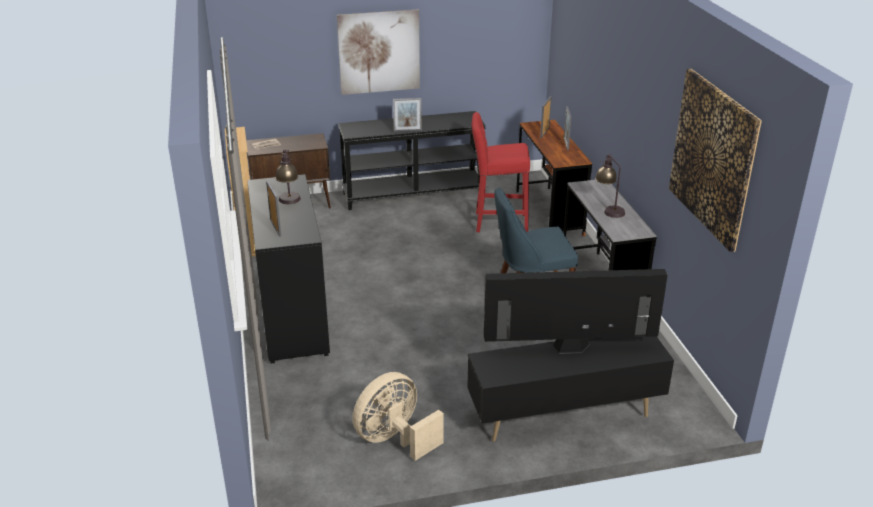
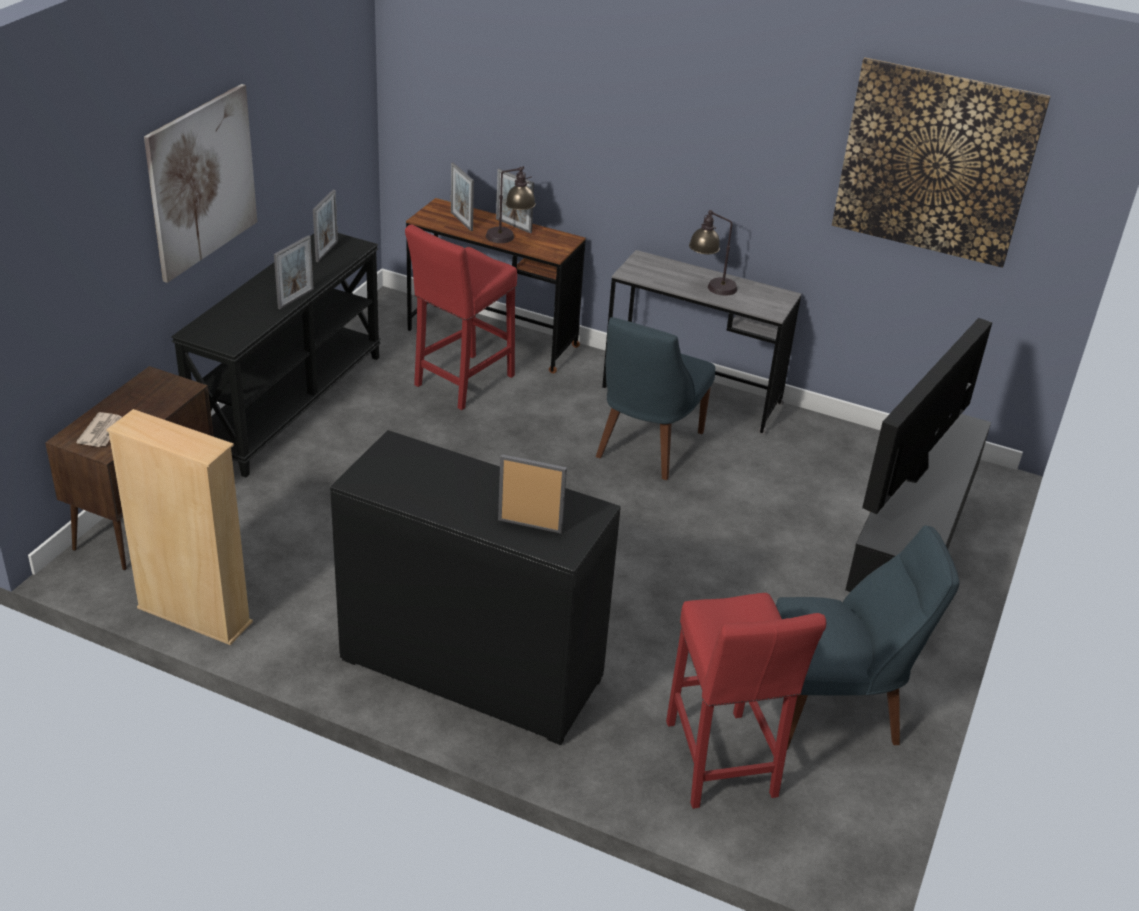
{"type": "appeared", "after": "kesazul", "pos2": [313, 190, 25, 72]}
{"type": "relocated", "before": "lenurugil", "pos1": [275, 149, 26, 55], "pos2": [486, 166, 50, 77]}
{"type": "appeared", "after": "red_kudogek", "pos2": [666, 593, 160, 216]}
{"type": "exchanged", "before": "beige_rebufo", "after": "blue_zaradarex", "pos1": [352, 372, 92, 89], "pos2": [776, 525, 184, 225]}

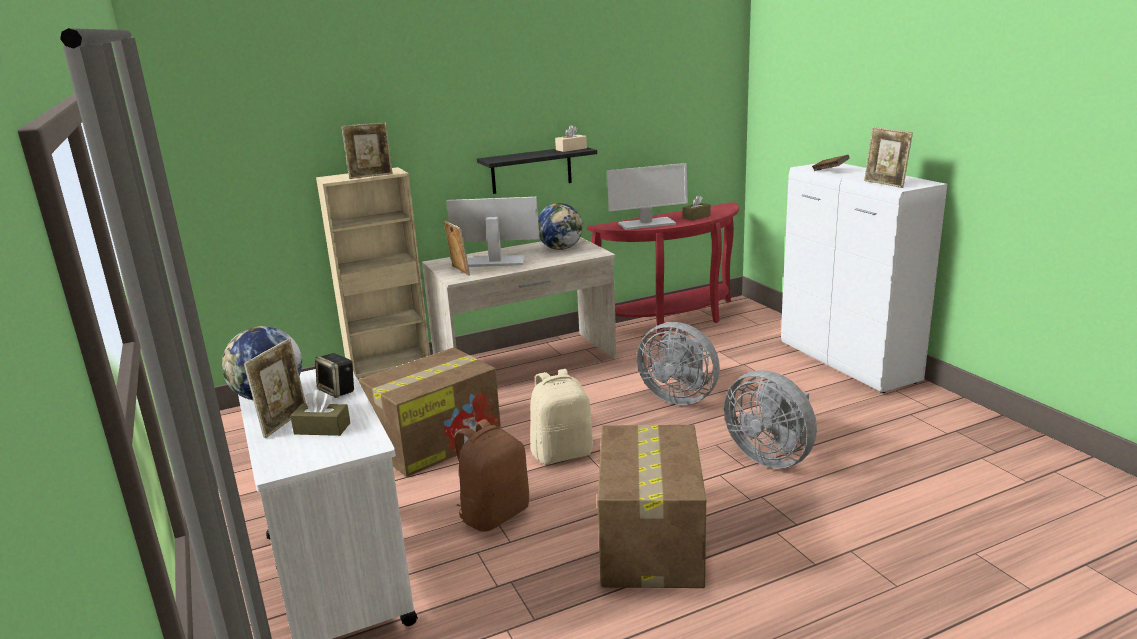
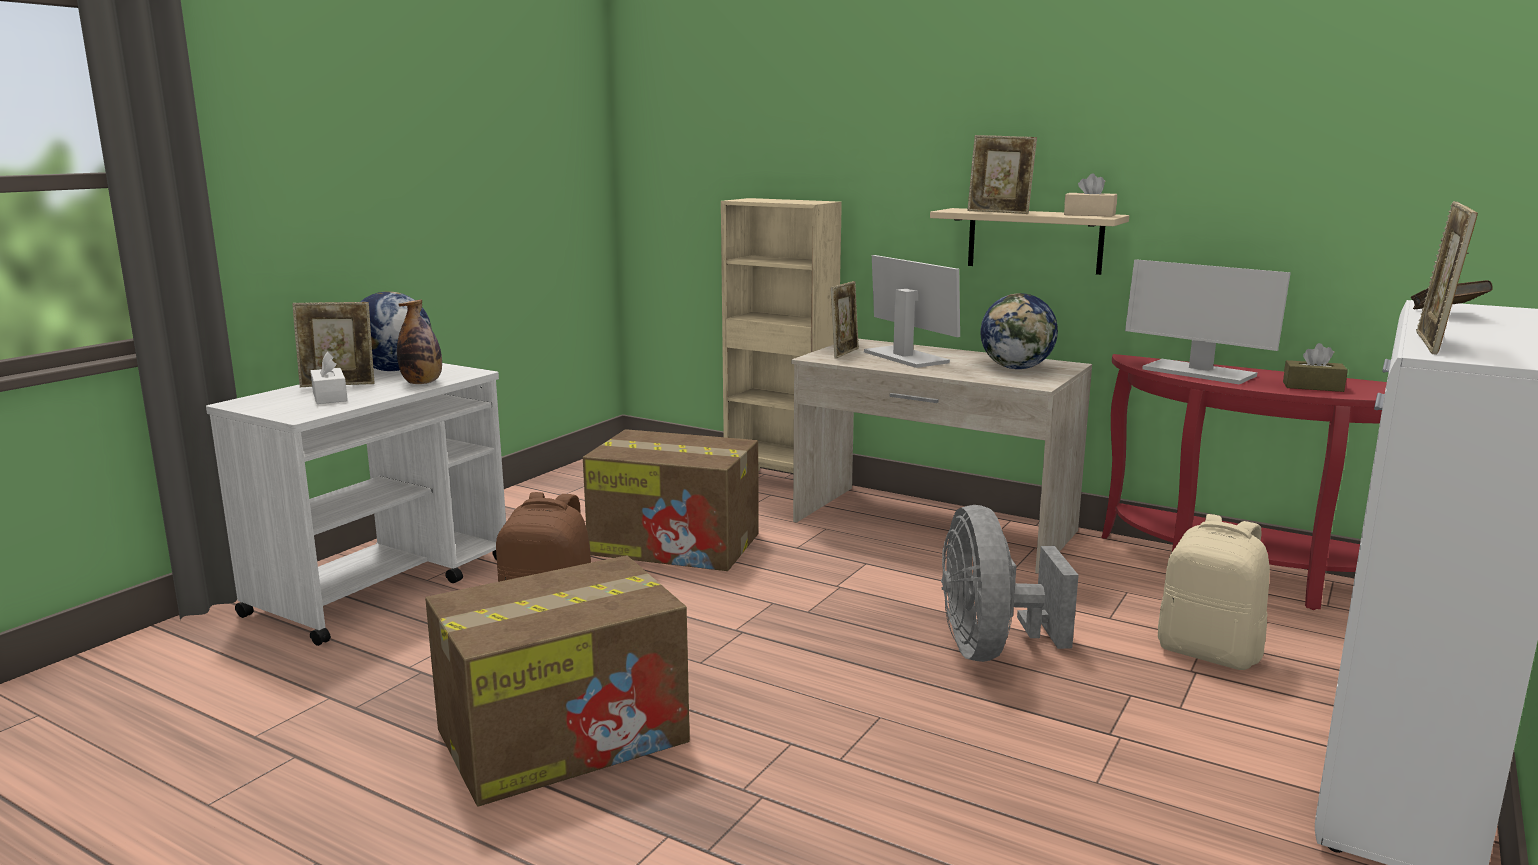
{"type": "colour", "before": "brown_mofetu", "after": "white_mofetu", "pos1": [290, 390, 60, 46], "pos2": [310, 352, 38, 52]}
{"type": "exchanged", "before": "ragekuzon", "after": "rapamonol", "pos1": [315, 353, 39, 45], "pos2": [397, 299, 45, 85]}
{"type": "colour", "before": "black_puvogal", "after": "beige_puvogal", "pos1": [477, 147, 120, 47], "pos2": [930, 208, 199, 67]}
{"type": "relocated", "before": "kesazul", "pos1": [342, 122, 51, 57], "pos2": [967, 135, 70, 79]}
{"type": "relocated", "before": "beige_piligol", "pos1": [530, 369, 63, 95], "pos2": [1158, 514, 112, 156]}
{"type": "missing", "before": "grey_rebufo", "pos1": [724, 370, 93, 99]}

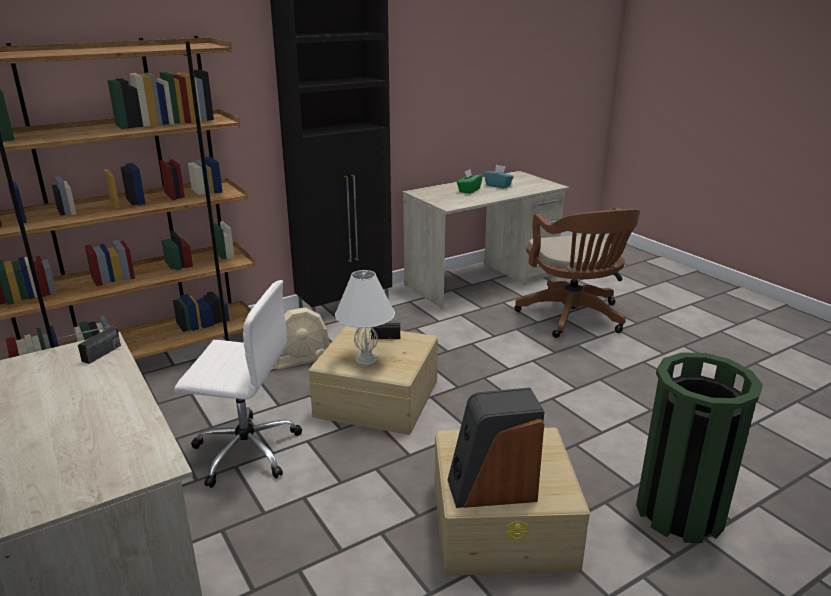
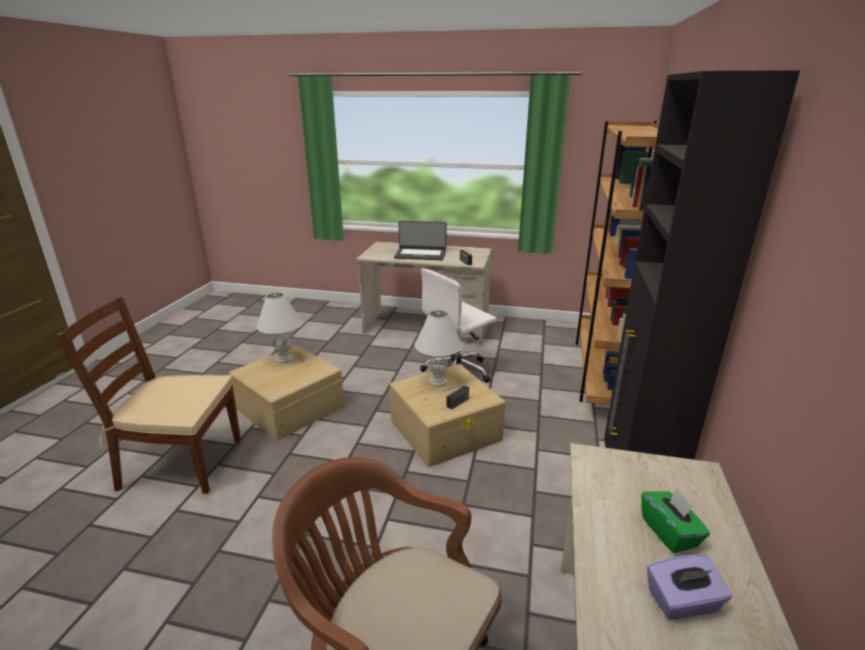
{"type": "exchanged", "before": "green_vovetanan", "after": "brown_zaradarex", "pos1": [636, 353, 127, 190], "pos2": [56, 297, 185, 197]}
{"type": "exchanged", "before": "ragekuzon", "after": "white_lenurugil", "pos1": [448, 387, 96, 121], "pos2": [256, 292, 46, 71]}
{"type": "appeared", "after": "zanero", "pos2": [394, 221, 53, 39]}
{"type": "colour", "before": "turquoise_mofetu", "after": "purple_mofetu", "pos1": [484, 165, 30, 24], "pos2": [647, 554, 85, 66]}
{"type": "missing", "before": "beige_rebufo", "pos1": [274, 308, 56, 61]}

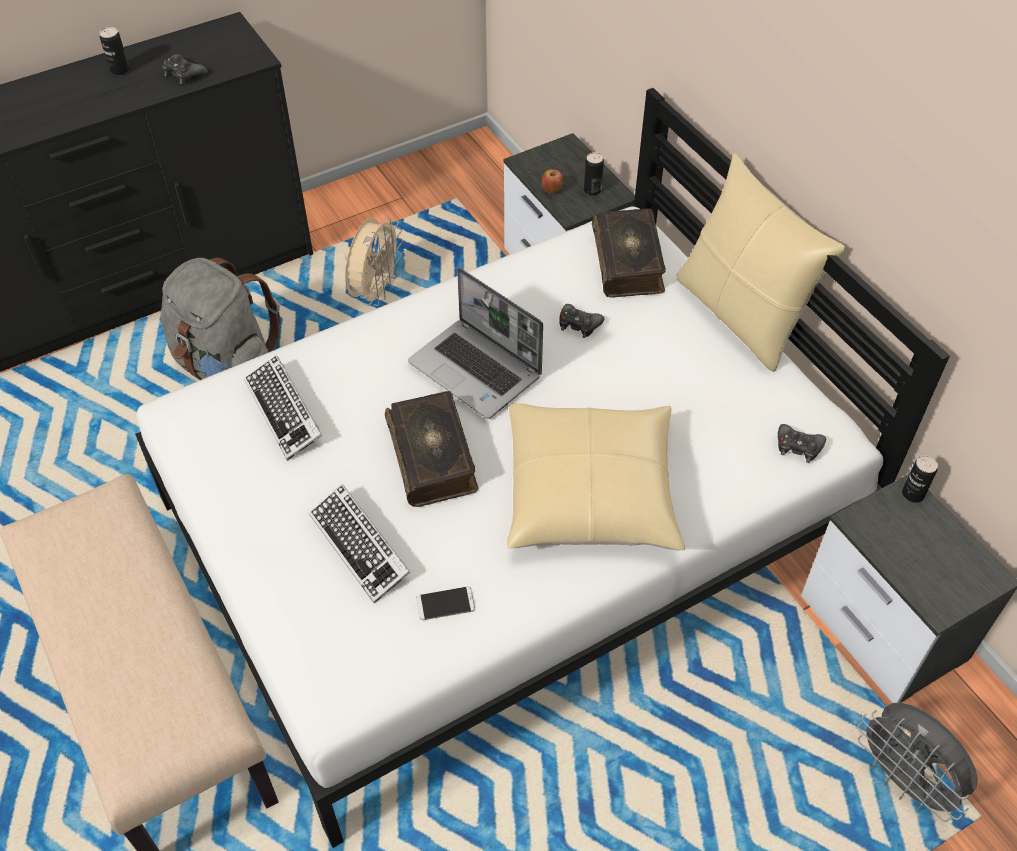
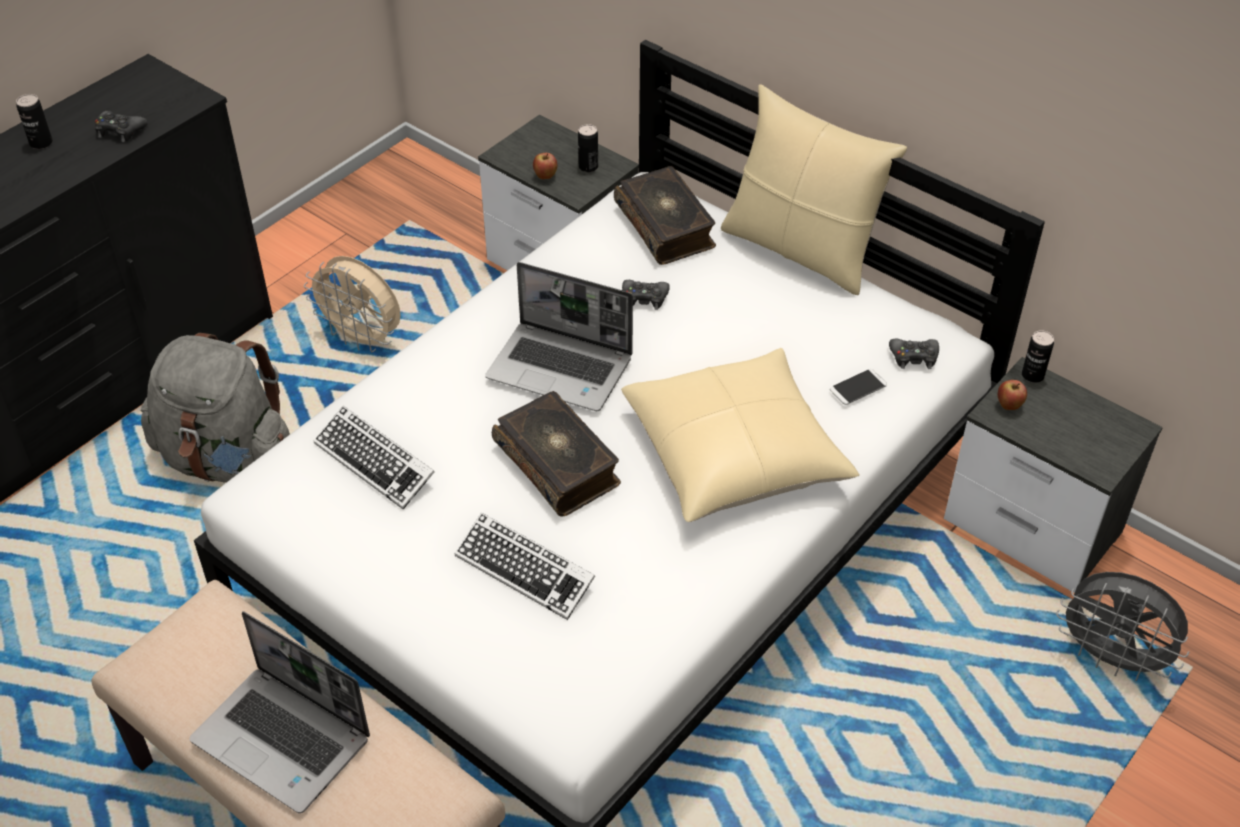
{"type": "appeared", "after": "zanero", "pos2": [189, 611, 181, 202]}
{"type": "spun", "before": "beige_rebufo", "pos1": [344, 217, 59, 89], "pos2": [304, 256, 97, 97], "turn": 120}
{"type": "relocated", "before": "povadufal", "pos1": [416, 586, 59, 34], "pos2": [830, 369, 57, 36]}
{"type": "appeared", "after": "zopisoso", "pos2": [997, 380, 30, 30]}

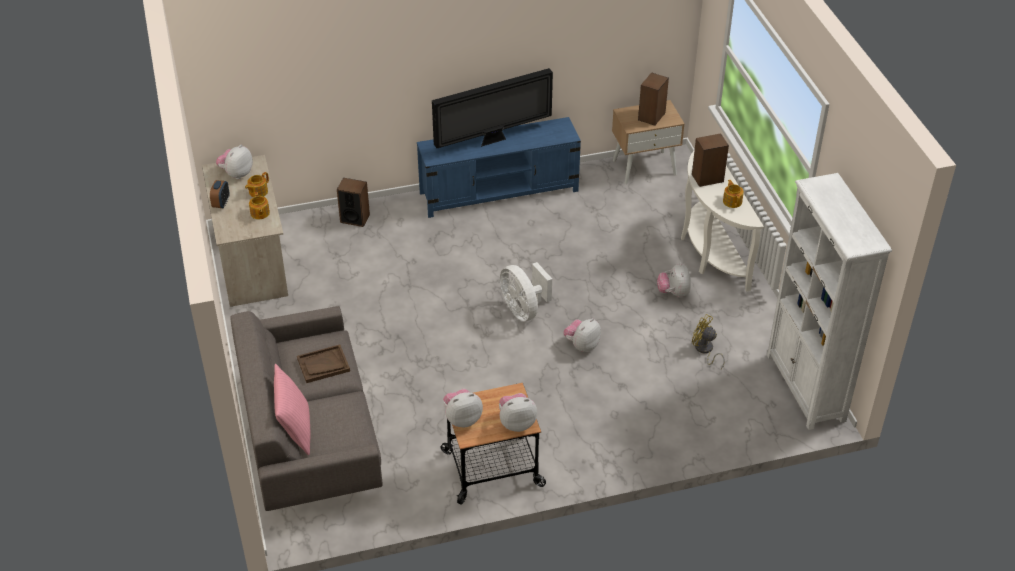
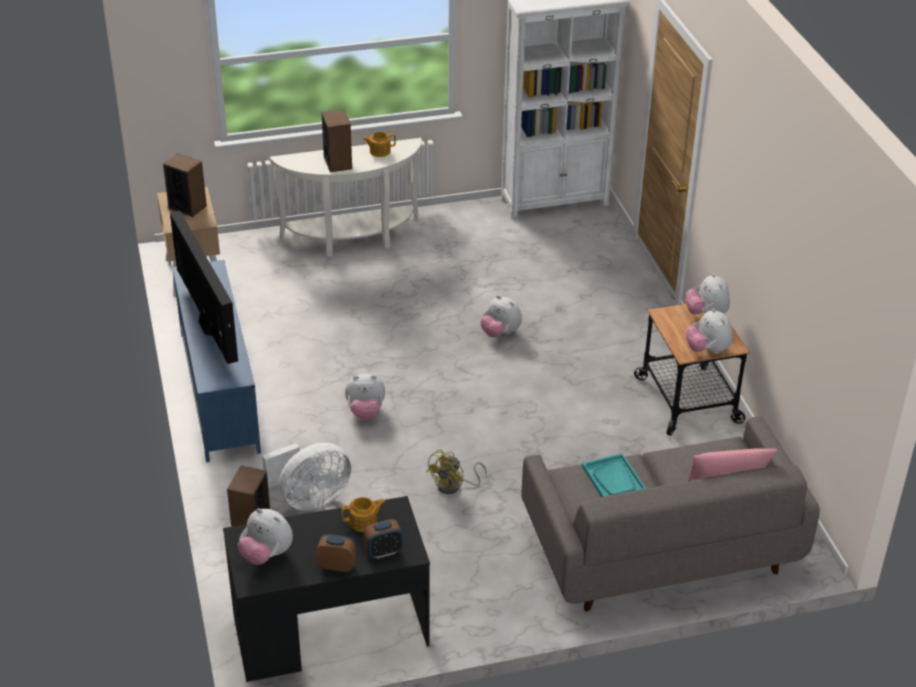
{"type": "colour", "before": "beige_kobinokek", "after": "black_kobinokek", "pos1": [202, 155, 86, 152], "pos2": [223, 496, 207, 186]}
{"type": "relocated", "before": "white_rebufo", "pos1": [500, 262, 52, 59], "pos2": [262, 443, 89, 67]}
{"type": "relocated", "before": "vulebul", "pos1": [657, 263, 34, 34], "pos2": [345, 374, 40, 46]}
{"type": "appeared", "after": "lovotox", "pos2": [363, 519, 40, 40]}
{"type": "relocated", "before": "yellow_rebufo", "pos1": [692, 314, 33, 55], "pos2": [426, 449, 61, 45]}
{"type": "colour", "before": "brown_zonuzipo", "after": "turquoise_zonuzipo", "pos1": [297, 344, 53, 39], "pos2": [582, 453, 64, 44]}
{"type": "missing", "before": "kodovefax", "pos1": [245, 172, 24, 25]}

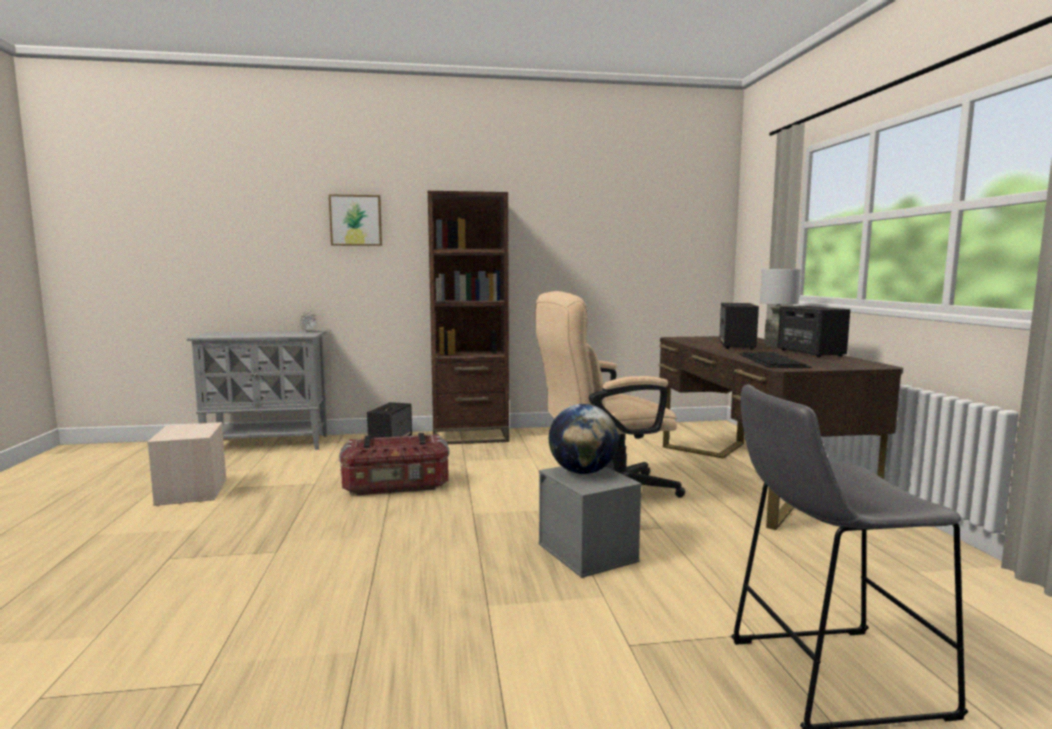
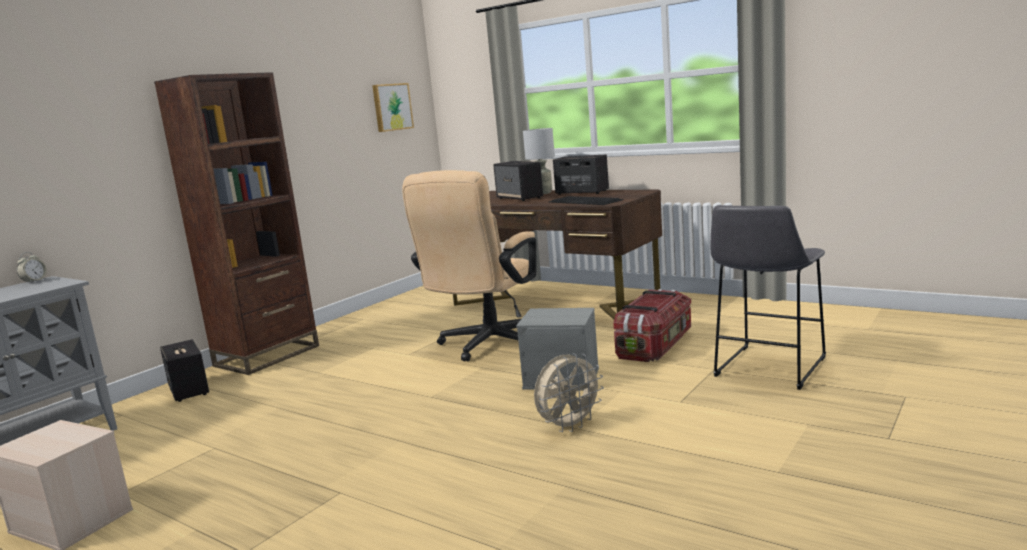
{"type": "relocated", "before": "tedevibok", "pos1": [329, 194, 53, 52], "pos2": [372, 83, 42, 49]}
{"type": "appeared", "after": "beige_rebufo", "pos2": [534, 353, 70, 79]}
{"type": "relocated", "before": "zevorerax", "pos1": [339, 433, 110, 62], "pos2": [613, 289, 78, 73]}
{"type": "missing", "before": "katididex", "pos1": [549, 404, 69, 70]}

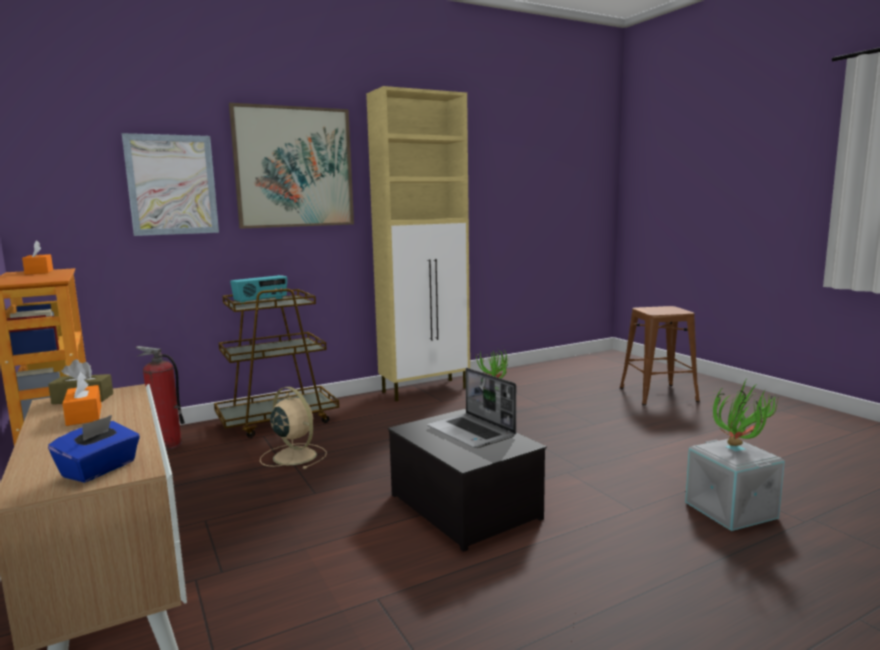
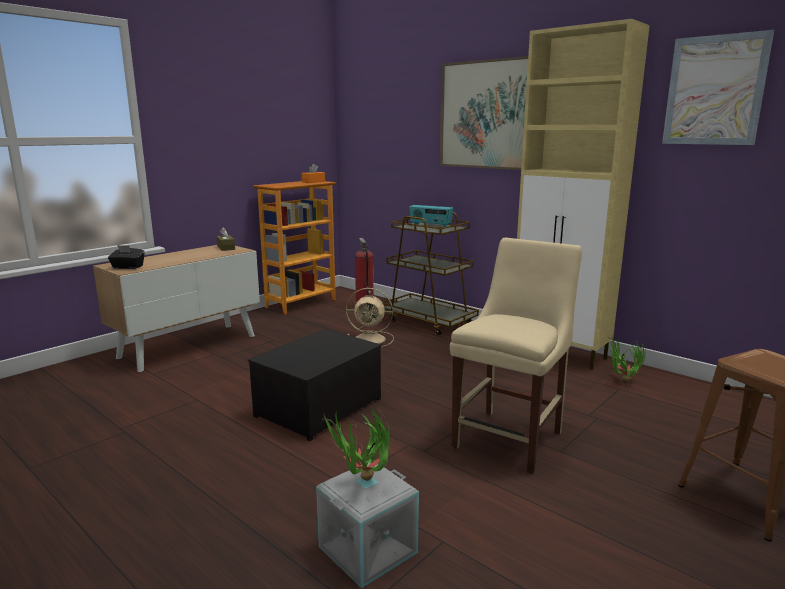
{"type": "colour", "before": "blue_mofetu", "after": "black_mofetu", "pos1": [48, 415, 92, 68], "pos2": [108, 245, 37, 24]}
{"type": "spun", "before": "beige_rebufo", "pos1": [260, 387, 67, 82], "pos2": [346, 288, 48, 59], "turn": 75}
{"type": "appeared", "after": "beige_zaradarex", "pos2": [450, 238, 132, 236]}
{"type": "relocated", "before": "tedevibok", "pos1": [122, 133, 97, 103], "pos2": [662, 30, 112, 115]}
{"type": "missing", "before": "orange_mofetu", "pos1": [62, 372, 39, 54]}
{"type": "missing", "before": "zanero", "pos1": [427, 368, 89, 80]}

